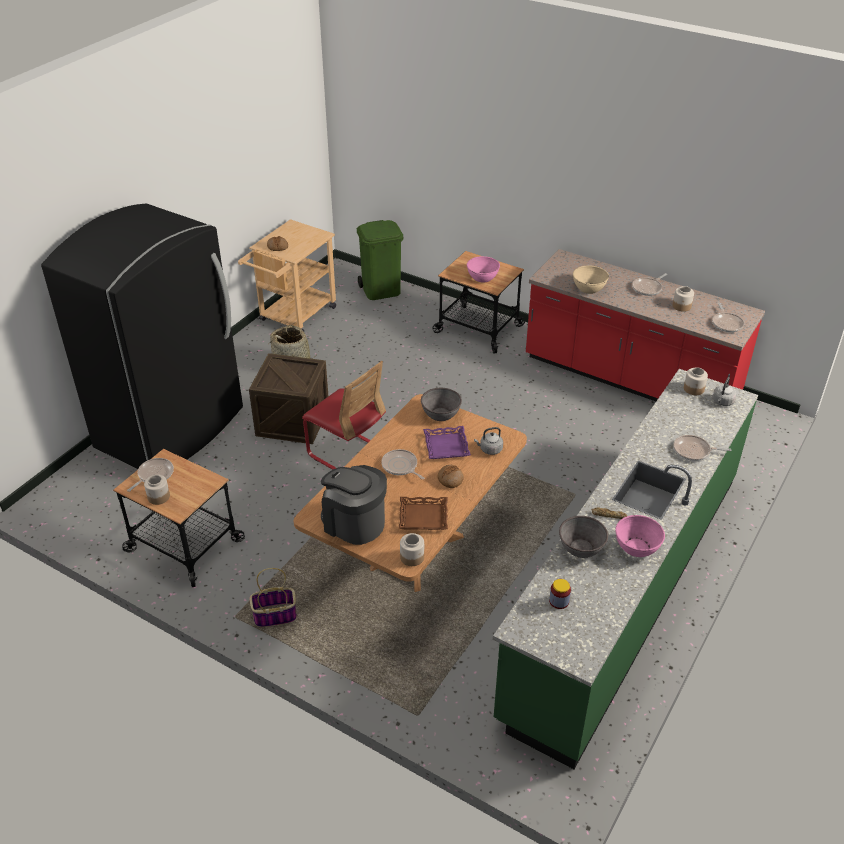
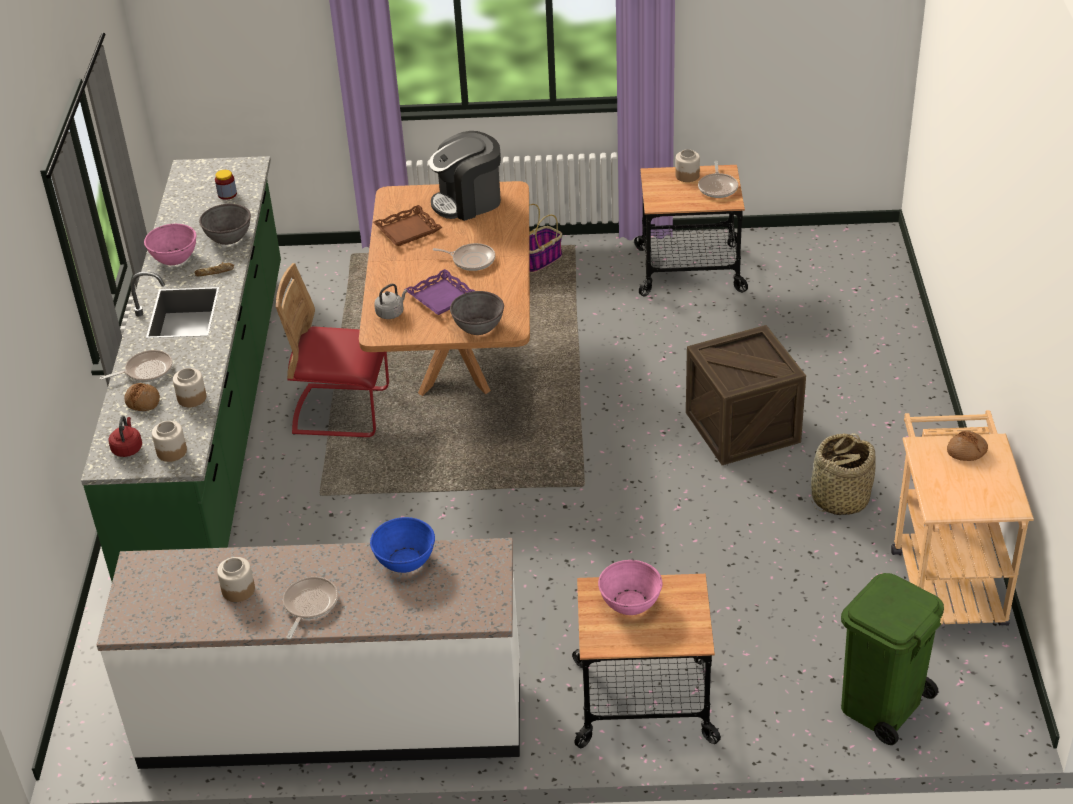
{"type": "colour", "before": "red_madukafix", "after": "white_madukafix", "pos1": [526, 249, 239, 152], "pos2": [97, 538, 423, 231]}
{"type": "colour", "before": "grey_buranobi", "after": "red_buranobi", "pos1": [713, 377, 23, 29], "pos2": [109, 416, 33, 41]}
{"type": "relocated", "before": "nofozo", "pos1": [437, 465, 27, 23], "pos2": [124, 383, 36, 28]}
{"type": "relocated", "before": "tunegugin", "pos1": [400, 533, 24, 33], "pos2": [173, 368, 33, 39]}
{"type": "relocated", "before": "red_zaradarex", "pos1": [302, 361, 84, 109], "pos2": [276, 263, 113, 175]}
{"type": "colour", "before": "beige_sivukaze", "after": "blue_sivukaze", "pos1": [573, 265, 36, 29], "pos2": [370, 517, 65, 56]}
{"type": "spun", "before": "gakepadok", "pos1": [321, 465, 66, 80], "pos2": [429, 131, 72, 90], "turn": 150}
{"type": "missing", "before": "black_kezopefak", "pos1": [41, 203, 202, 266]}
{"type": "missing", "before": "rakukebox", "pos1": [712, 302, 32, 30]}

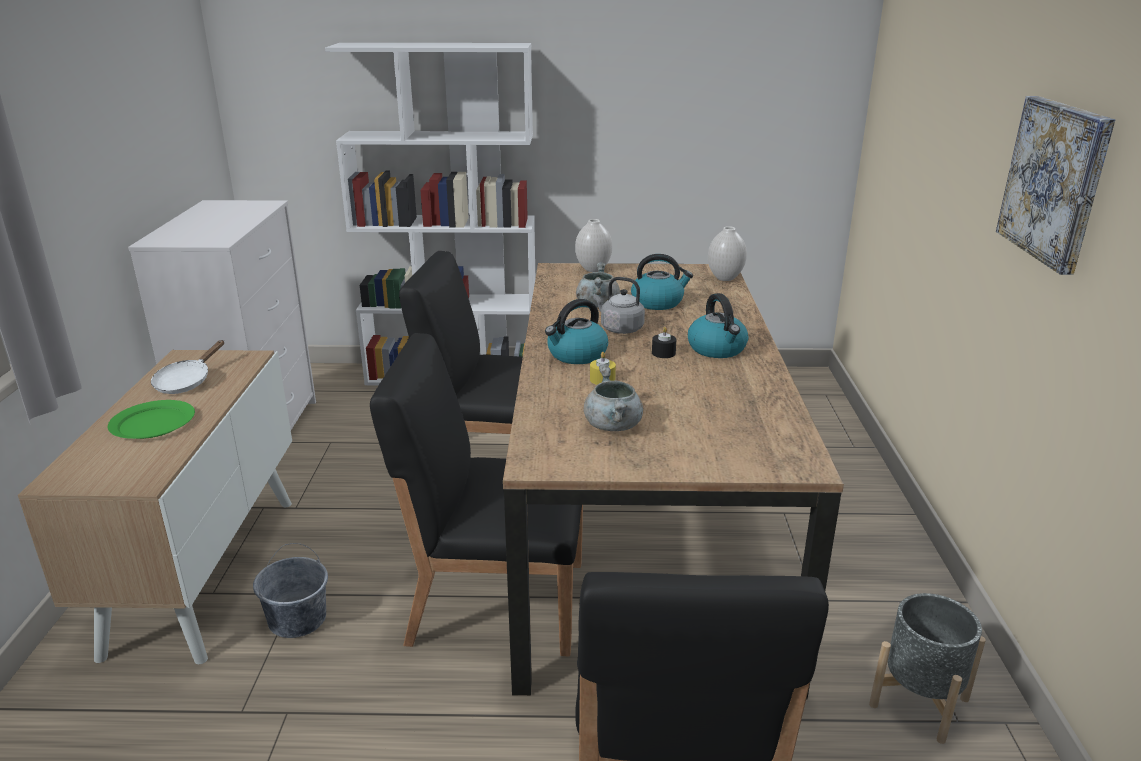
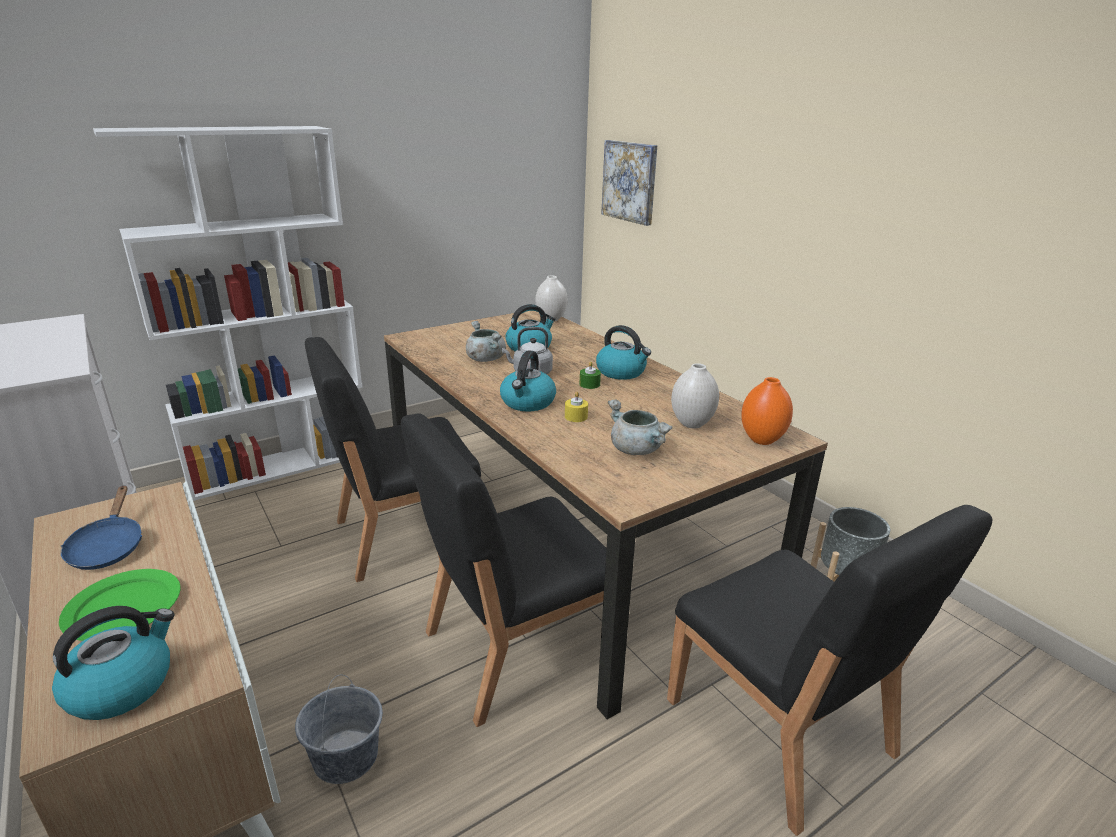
{"type": "appeared", "after": "buranobi", "pos2": [52, 606, 122, 114]}
{"type": "colour", "before": "white_rakukebox", "after": "blue_rakukebox", "pos1": [151, 340, 73, 54], "pos2": [61, 485, 81, 85]}
{"type": "colour", "before": "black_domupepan", "after": "green_domupepan", "pos1": [652, 327, 24, 31], "pos2": [579, 361, 22, 28]}
{"type": "relocated", "before": "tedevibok", "pos1": [996, 96, 119, 179], "pos2": [601, 140, 56, 86]}
{"type": "relocated", "before": "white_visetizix", "pos1": [575, 219, 37, 53], "pos2": [671, 363, 48, 65]}
{"type": "appeared", "after": "orange_visetizix", "pos2": [741, 377, 52, 68]}

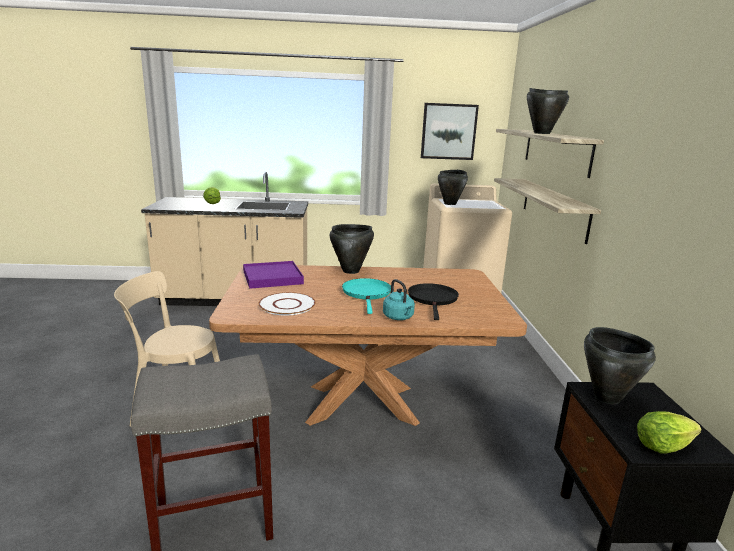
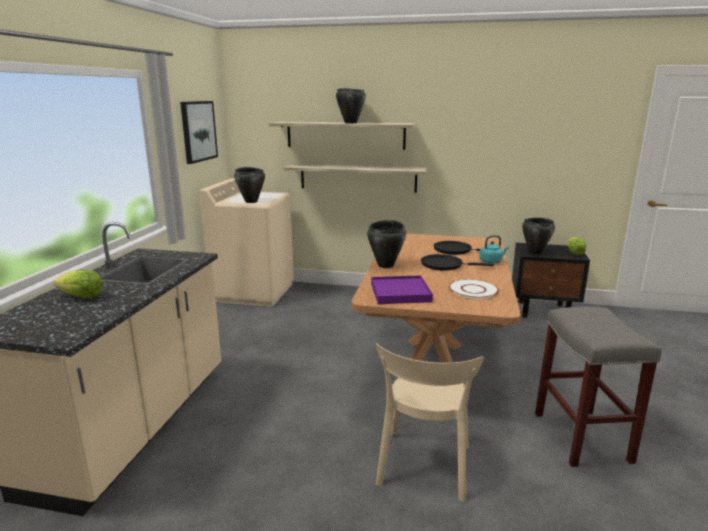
{"type": "colour", "before": "turquoise_rakukebox", "after": "black_rakukebox", "pos1": [342, 278, 49, 36], "pos2": [421, 254, 73, 17]}

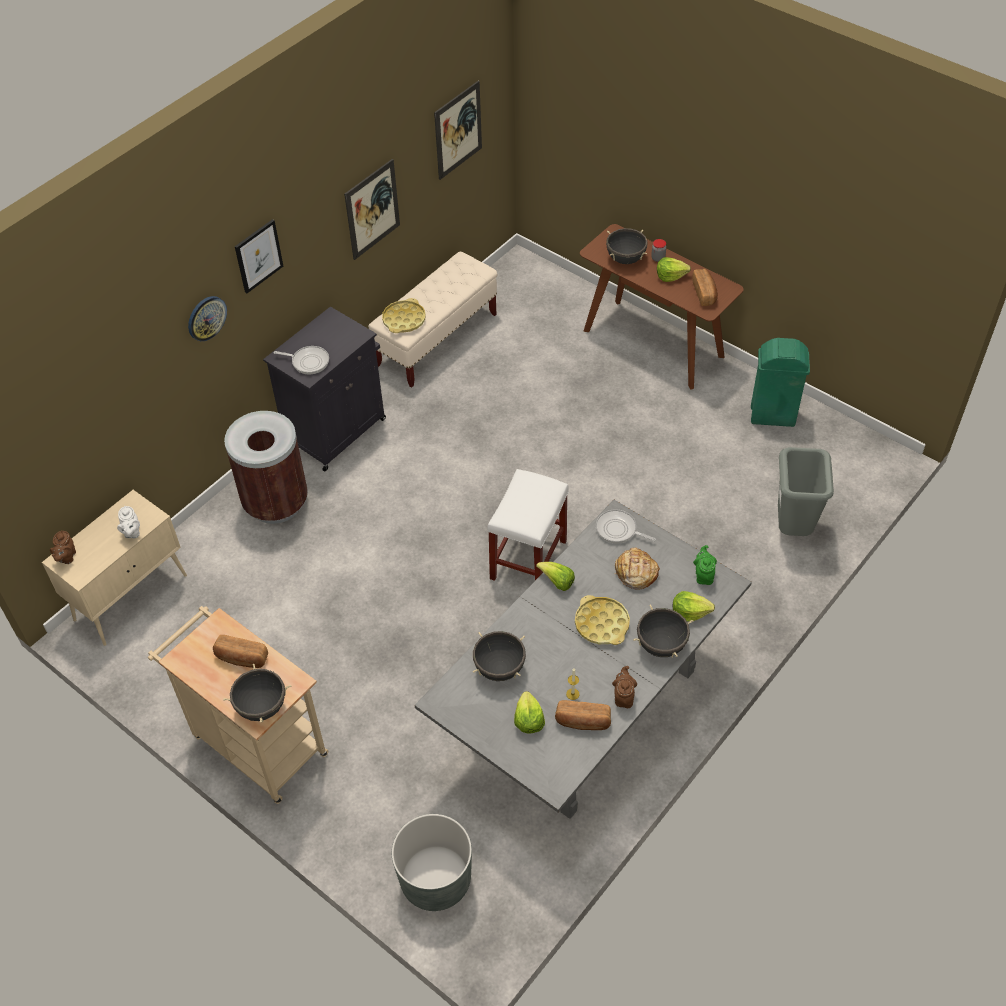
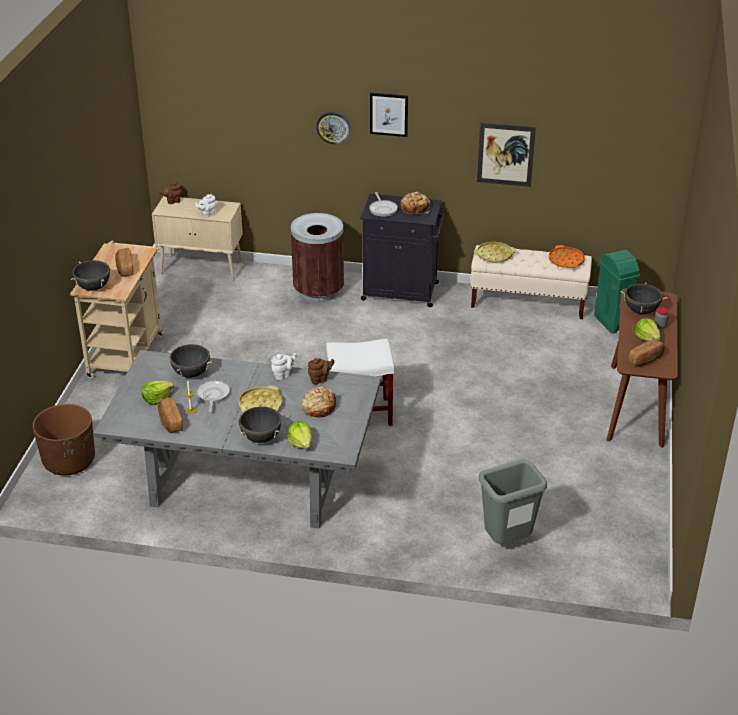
{"type": "colour", "before": "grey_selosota", "after": "brown_selosota", "pos1": [392, 814, 80, 97], "pos2": [33, 404, 62, 71]}
{"type": "relocated", "before": "rakukebox", "pos1": [596, 509, 60, 35], "pos2": [196, 380, 34, 32]}
{"type": "exchanged", "before": "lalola", "after": "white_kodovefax", "pos1": [536, 562, 39, 29], "pos2": [271, 353, 26, 27]}
{"type": "relocated", "before": "brown_kodovefax", "pos1": [612, 666, 25, 42], "pos2": [308, 358, 26, 26]}
{"type": "appeared", "after": "nofozo", "pos2": [400, 192, 30, 22]}
{"type": "appeared", "after": "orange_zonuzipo", "pos2": [549, 245, 36, 23]}
{"type": "relocated", "before": "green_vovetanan", "pos1": [751, 338, 59, 89], "pos2": [594, 250, 46, 84]}
{"type": "missing", "before": "tedevibok", "pos1": [434, 81, 48, 99]}
{"type": "missing", "before": "green_kodovefax", "pos1": [693, 545, 24, 40]}

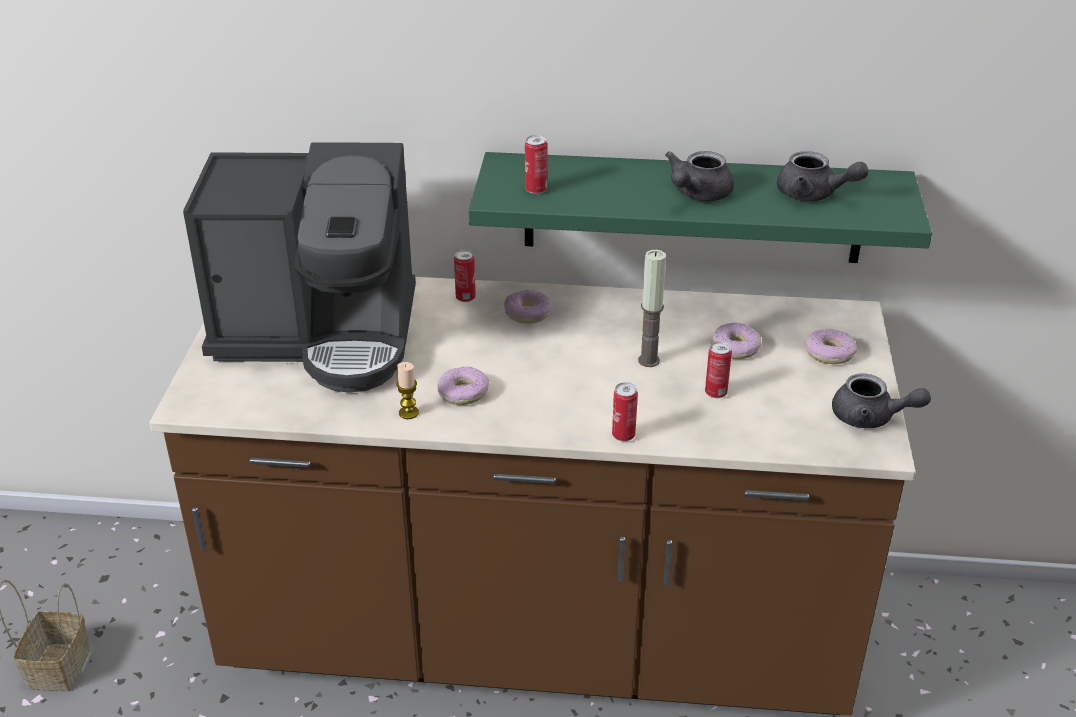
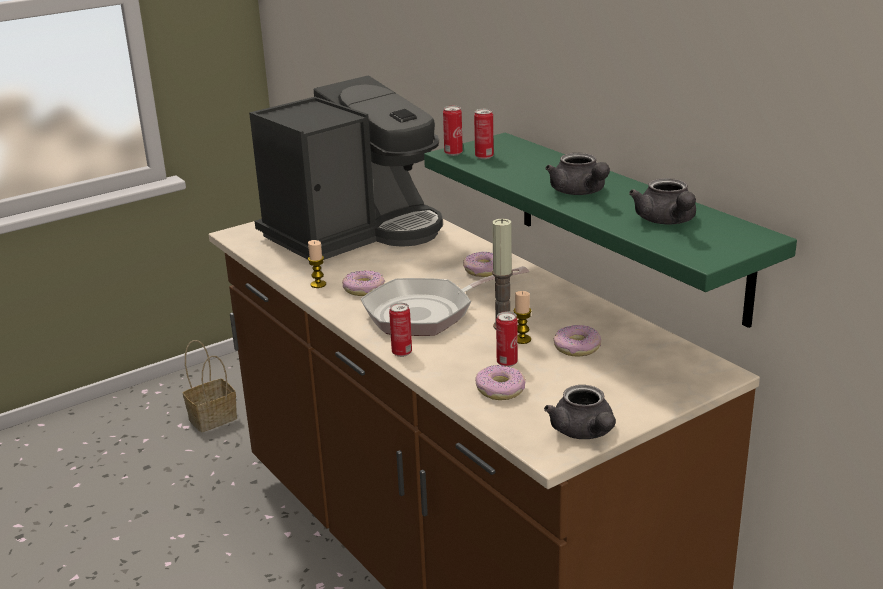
{"type": "spun", "before": "gakepadok", "pos1": [183, 142, 233, 251], "pos2": [249, 75, 194, 185], "turn": -90}
{"type": "appeared", "after": "rakukebox", "pos2": [361, 266, 168, 70]}
{"type": "relocated", "before": "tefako", "pos1": [454, 250, 22, 52], "pos2": [443, 106, 20, 50]}
{"type": "relocated", "before": "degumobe", "pos1": [806, 329, 51, 35], "pos2": [475, 365, 51, 35]}
{"type": "appeared", "after": "domupepan", "pos2": [513, 291, 18, 53]}
{"type": "spun", "before": "grey_kodovefax", "pos1": [665, 151, 69, 50], "pos2": [545, 153, 65, 42], "turn": -105}

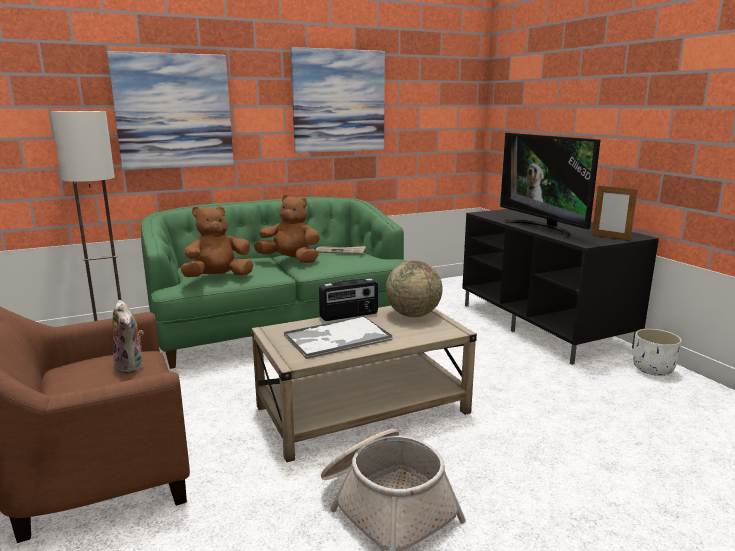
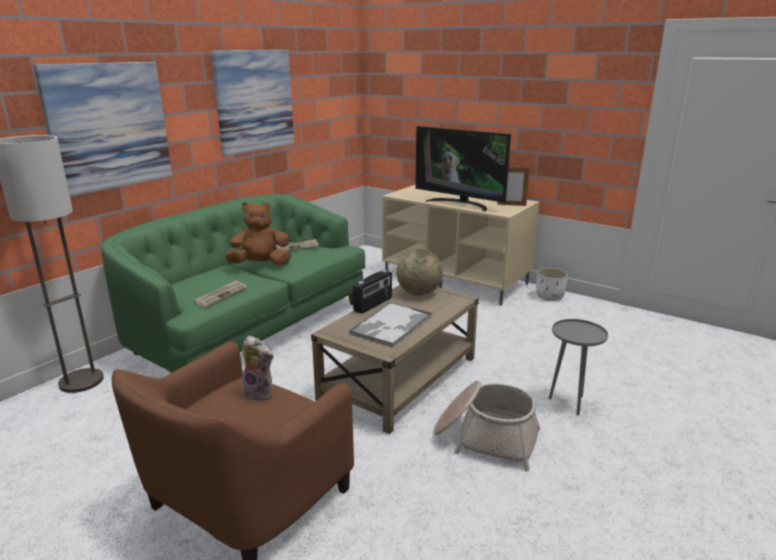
{"type": "exchanged", "before": "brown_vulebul", "after": "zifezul", "pos1": [180, 206, 73, 71], "pos2": [194, 280, 53, 27]}
{"type": "colour", "before": "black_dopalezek", "after": "beige_dopalezek", "pos1": [462, 209, 197, 156], "pos2": [382, 185, 158, 121]}
{"type": "appeared", "after": "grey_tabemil", "pos2": [549, 319, 59, 96]}

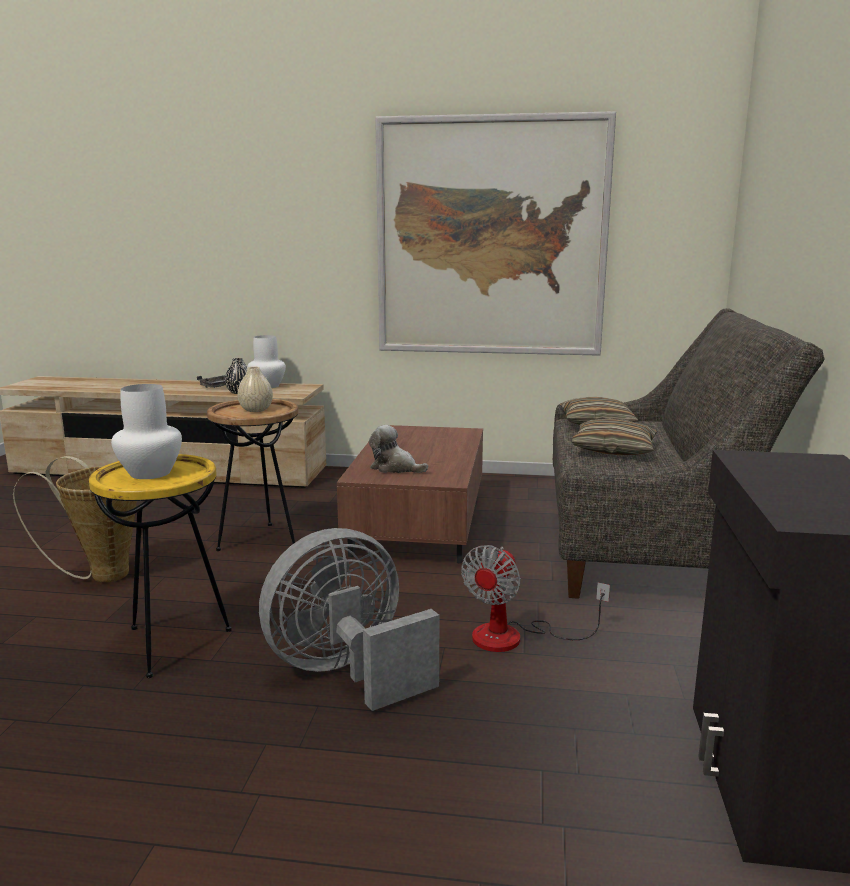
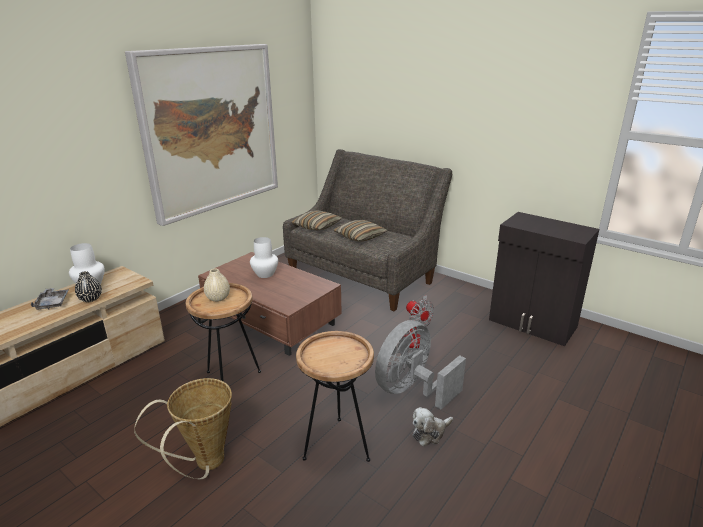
{"type": "relocated", "before": "white_visetizix", "pos1": [111, 384, 71, 95], "pos2": [250, 237, 28, 41]}
{"type": "colour", "before": "yellow_tabemil", "after": "brown_tabemil", "pos1": [89, 454, 143, 224], "pos2": [296, 331, 78, 131]}
{"type": "spun", "before": "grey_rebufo", "pos1": [259, 528, 181, 183], "pos2": [375, 320, 91, 90], "turn": 45}
{"type": "relocated", "before": "vulebul", "pos1": [369, 425, 59, 48], "pos2": [412, 407, 41, 39]}

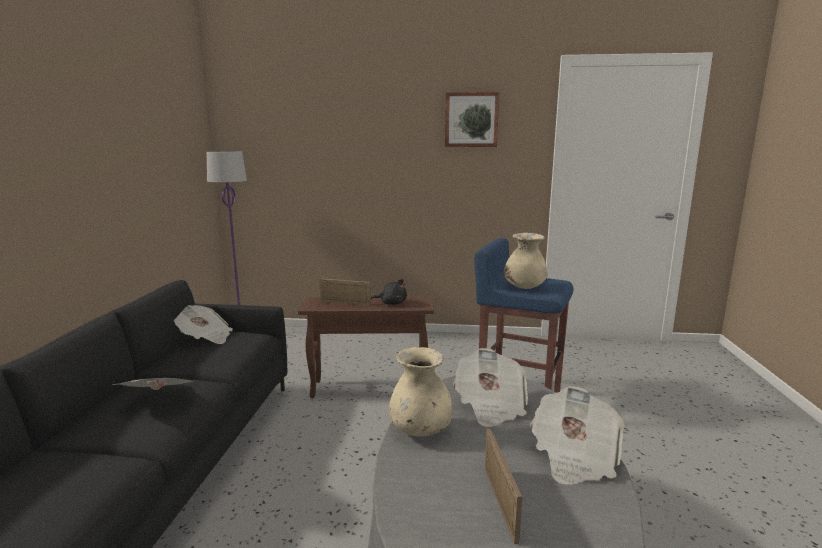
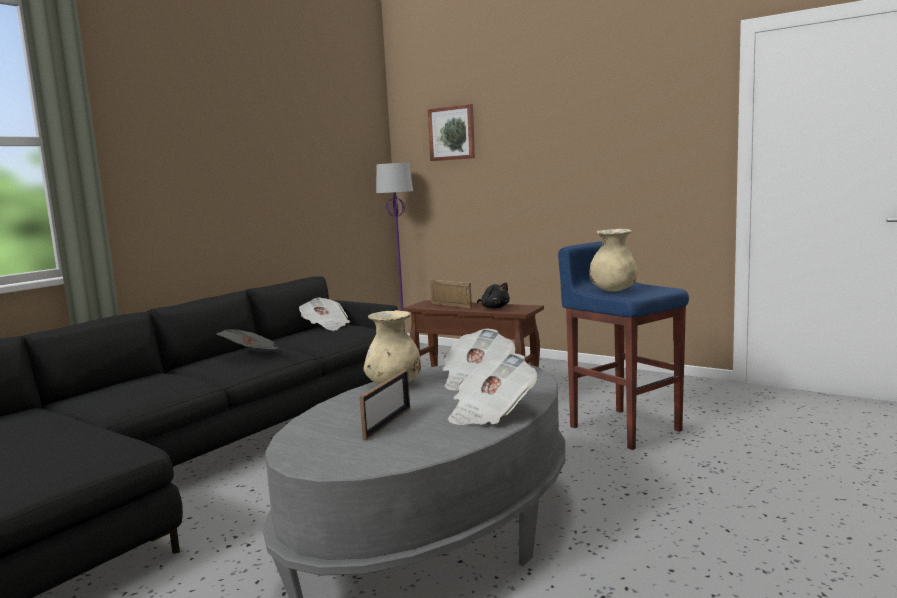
{"type": "relocated", "before": "tedevibok", "pos1": [445, 92, 54, 55], "pos2": [428, 104, 47, 57]}

